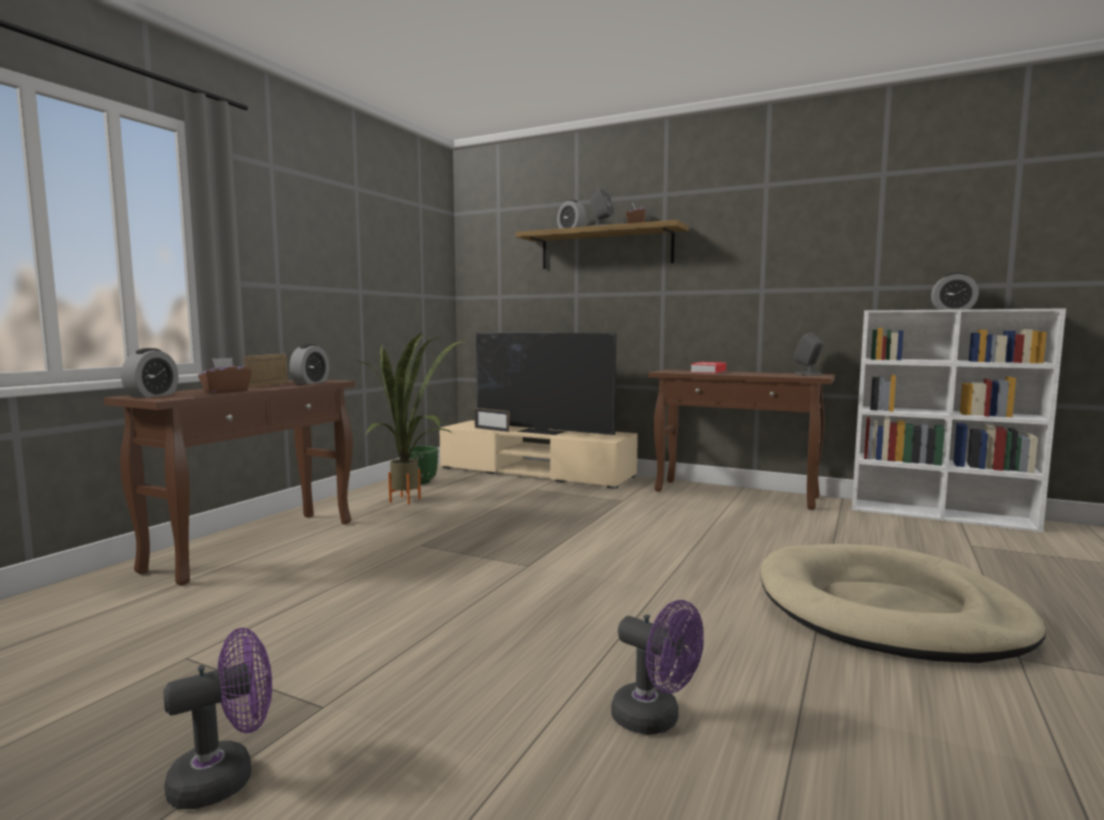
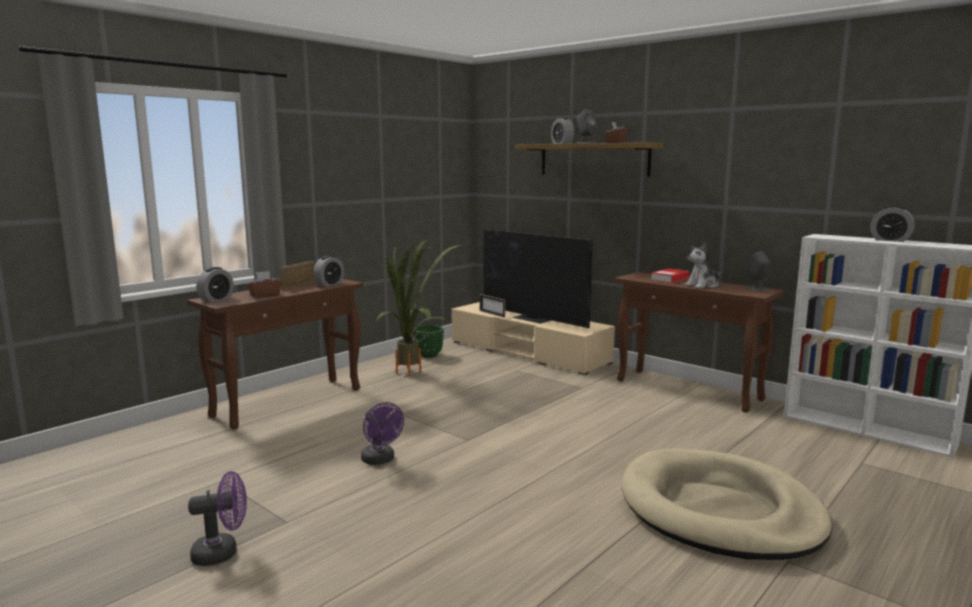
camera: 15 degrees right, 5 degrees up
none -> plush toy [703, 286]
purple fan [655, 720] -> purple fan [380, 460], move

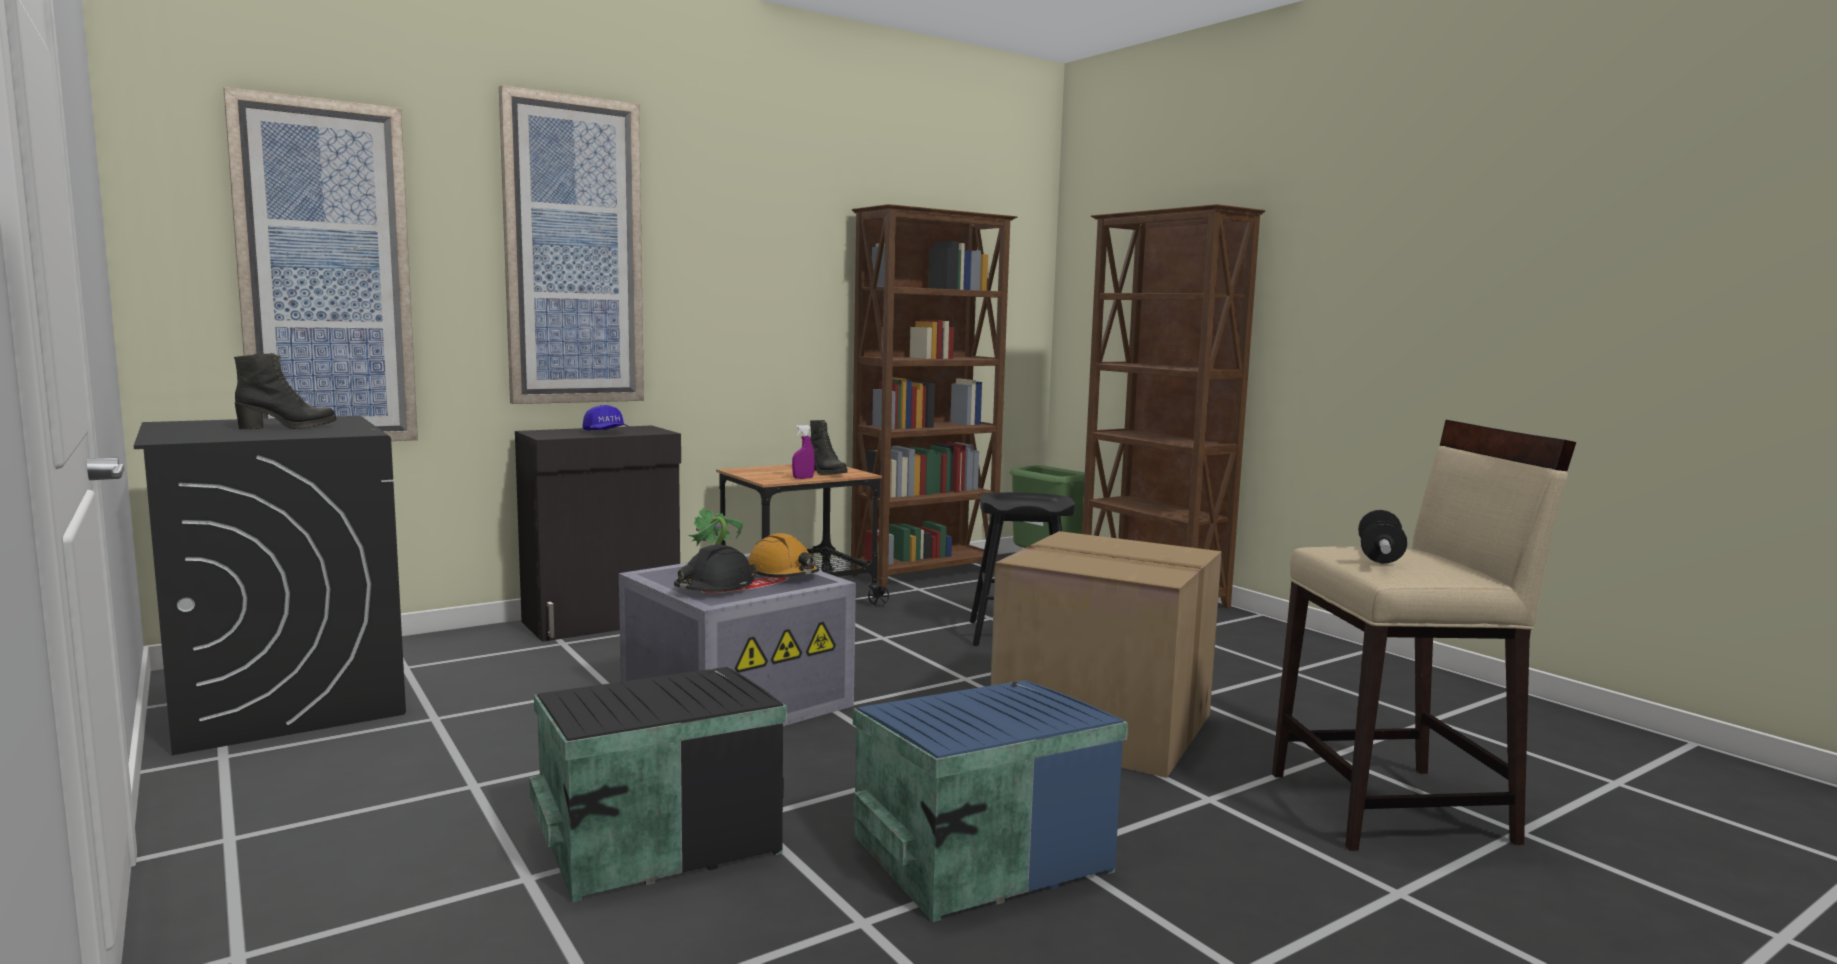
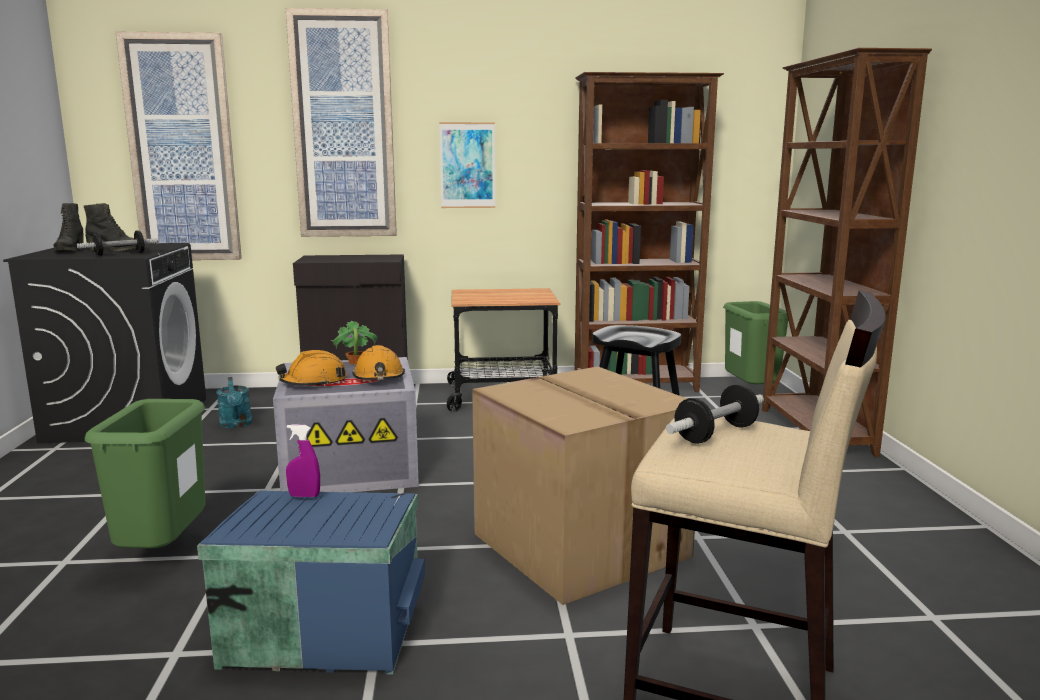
camera: 30 degrees right, 5 degrees up
blue cap [606, 432] -> none
none -> dumbbell [120, 254]
none -> turquoise watering can [236, 425]
none -> picture [467, 165]
purple spray bottle [803, 478] -> purple spray bottle [304, 496], move
black boot [825, 473] -> black boot [69, 251], move
black storage box [655, 835] -> green trash can [163, 553]
black hard hat [714, 589] -> orange hard hat [314, 382]

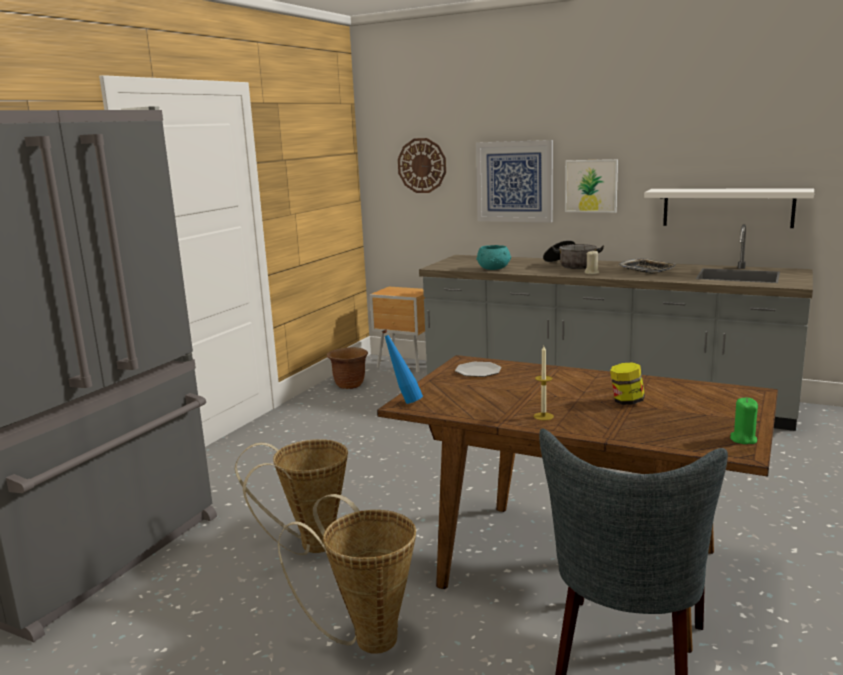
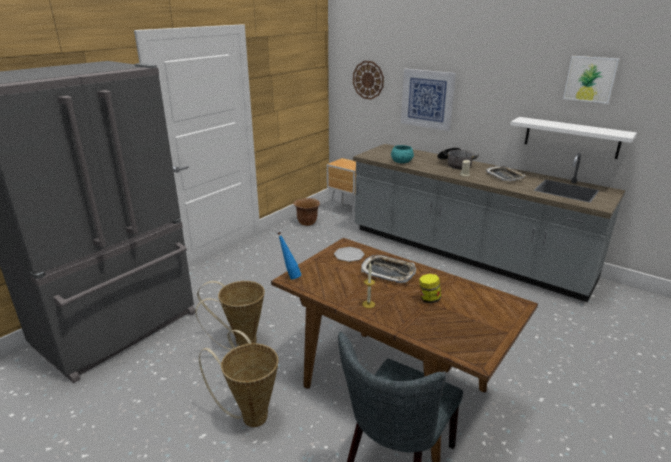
camera: 10 degrees right, 10 degrees up
green candle [743, 439] -> none
none -> tray [388, 272]
picture [591, 186] -> picture [590, 79], move

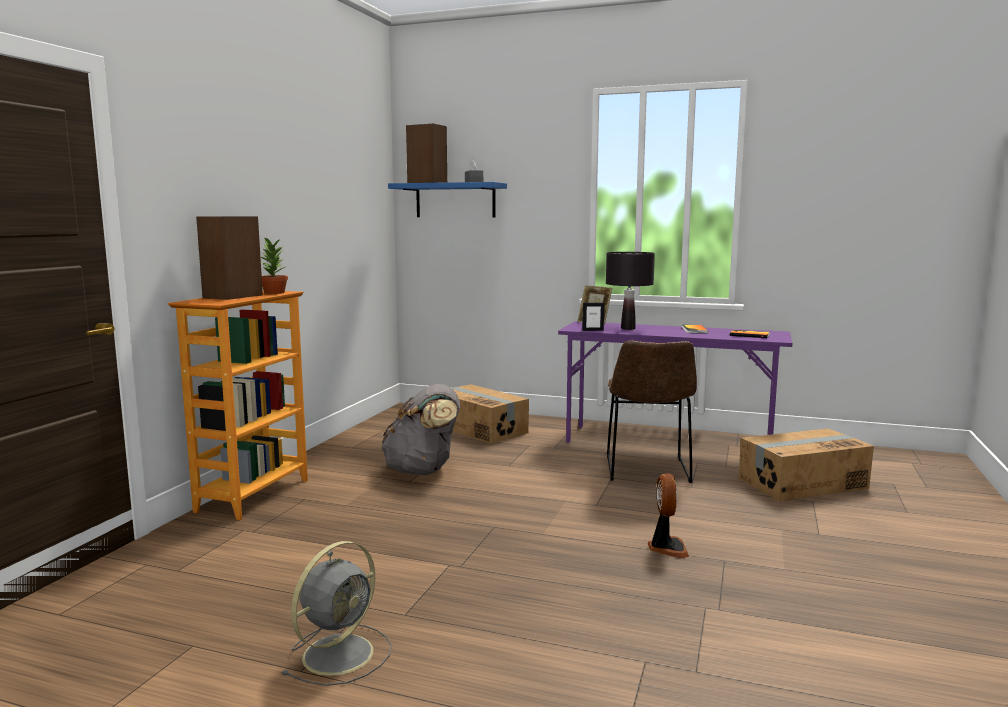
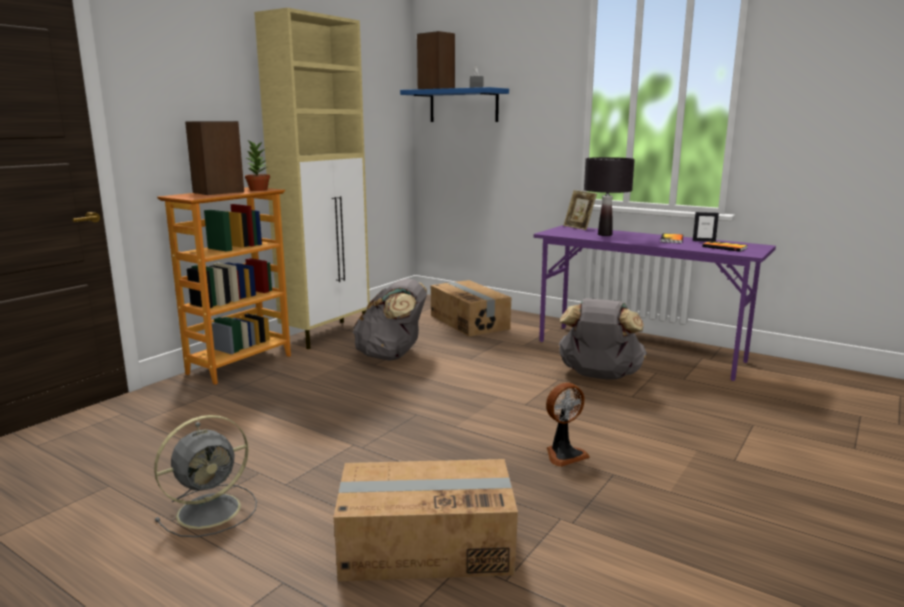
camera: 15 degrees right, 5 degrees up
none -> beige cabinet [327, 334]
picture frame [592, 330] -> picture frame [704, 241], move
cardboard box [801, 483] -> cardboard box [425, 545], move
brown chair [647, 471] -> grey backpack [599, 376]
fan [666, 548] -> fan [564, 454], 45 degrees clockwise

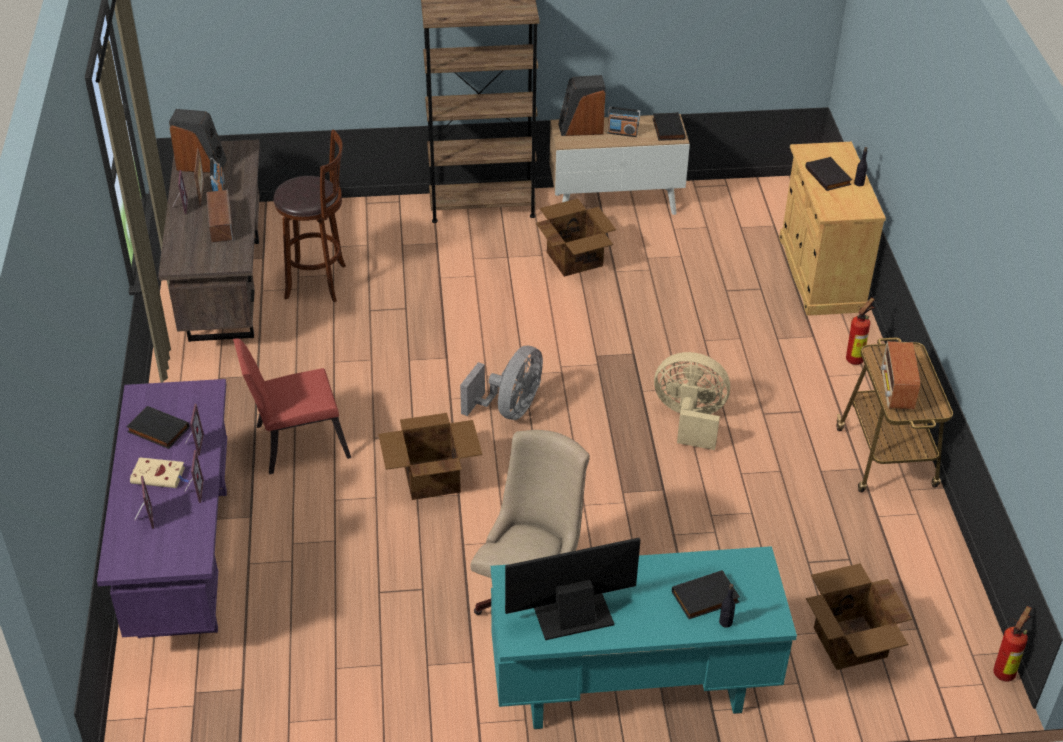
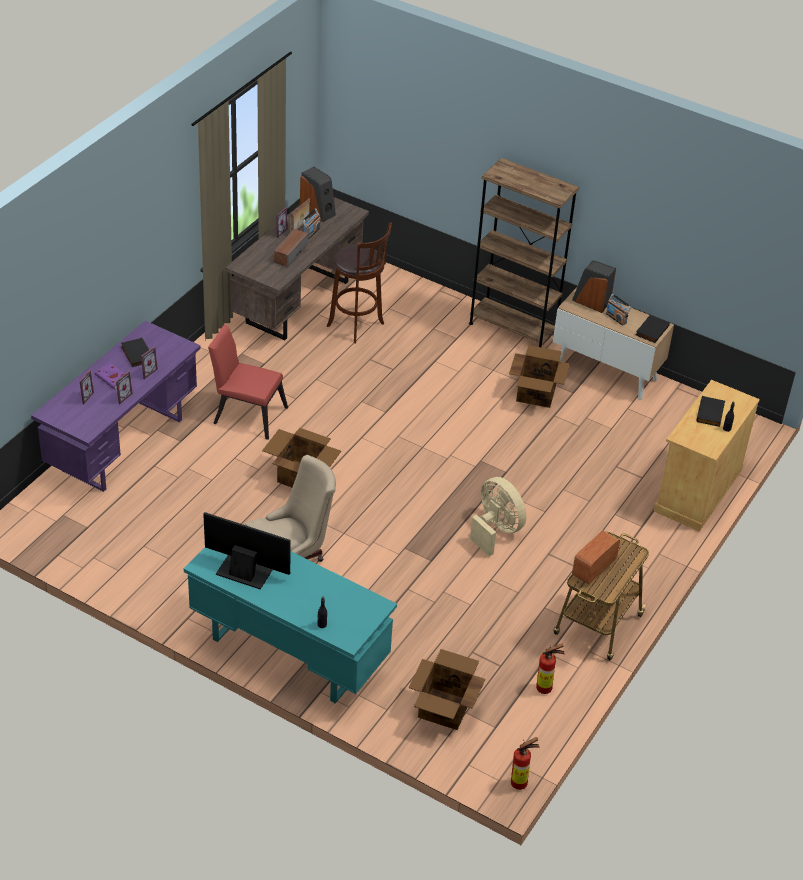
camera: 35 degrees right, 0 degrees up
grey fan [510, 409] -> none
black book [705, 598] -> none
fire extinguisher [856, 358] -> fire extinguisher [546, 688], move
beige book [160, 476] -> purple book [113, 379]

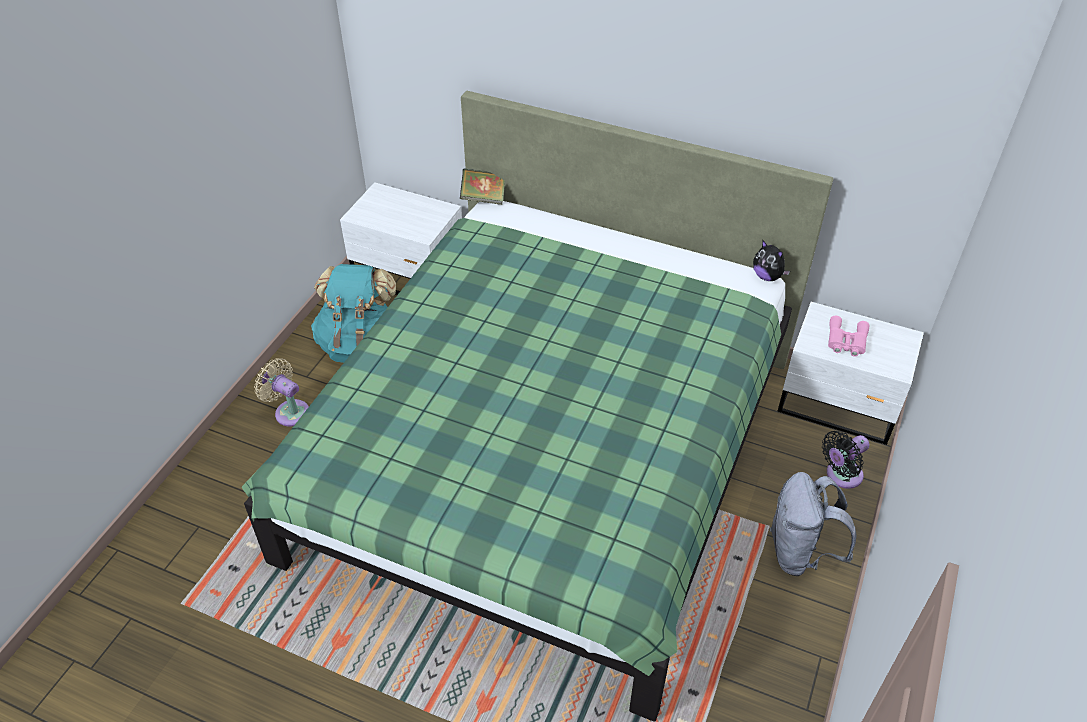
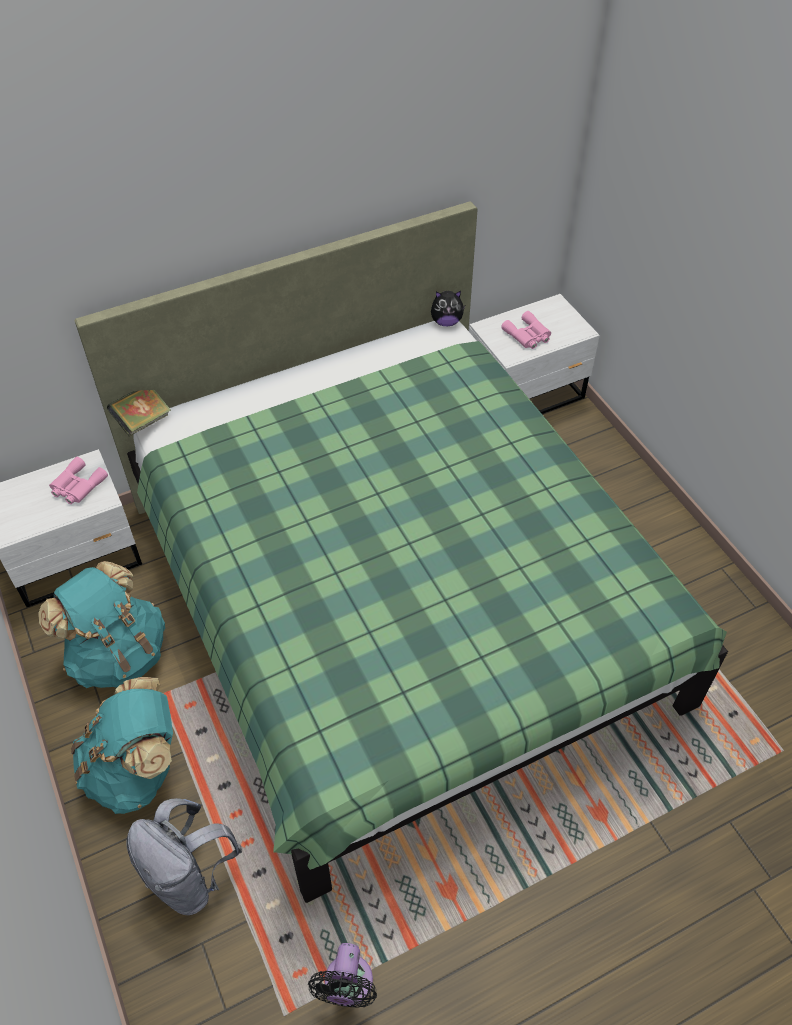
camera: 50 degrees left, 5 degrees up
none -> pink binoculars [77, 486]
grey backpack [800, 553] -> grey backpack [190, 876], move
black fan [841, 475] -> black fan [347, 986], move
beige fan [289, 411] -> turquoise backpack [137, 769]

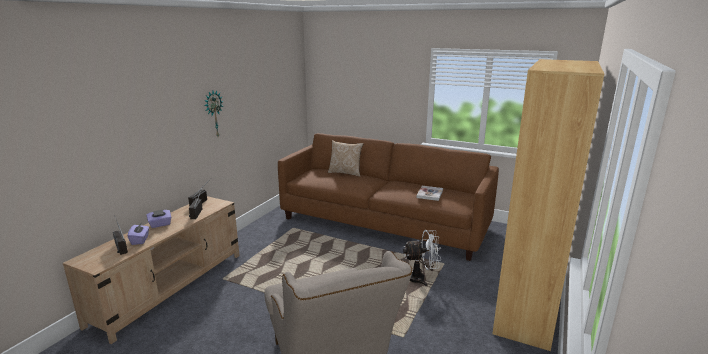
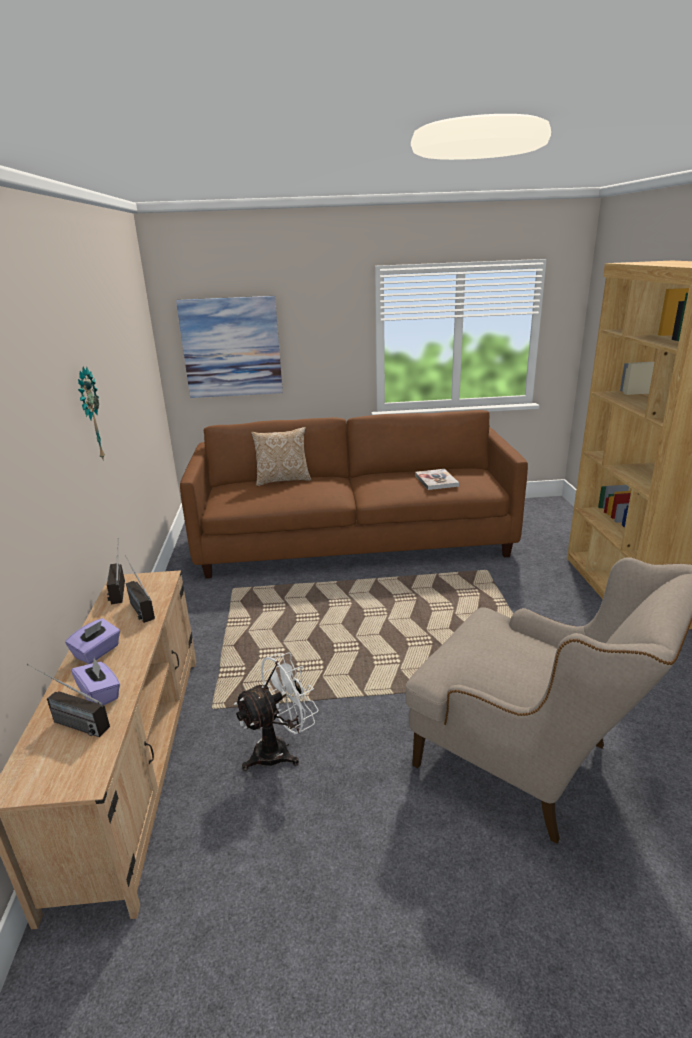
camera: 30 degrees left, 5 degrees up
none -> picture [231, 347]
white fan [421, 279] -> white fan [280, 749], move

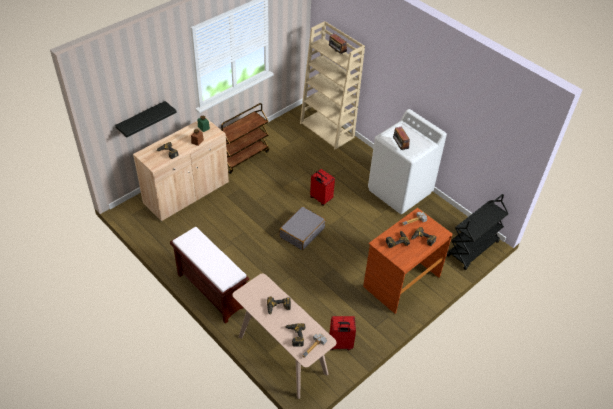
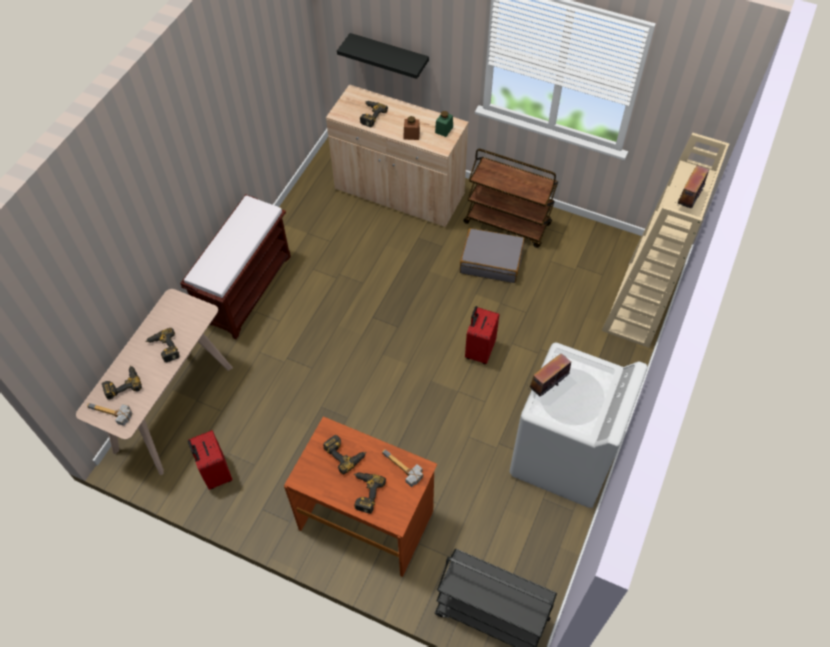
camera: 70 degrees right, 10 degrees up
grey suitcase [301, 232] -> grey suitcase [491, 261], move

